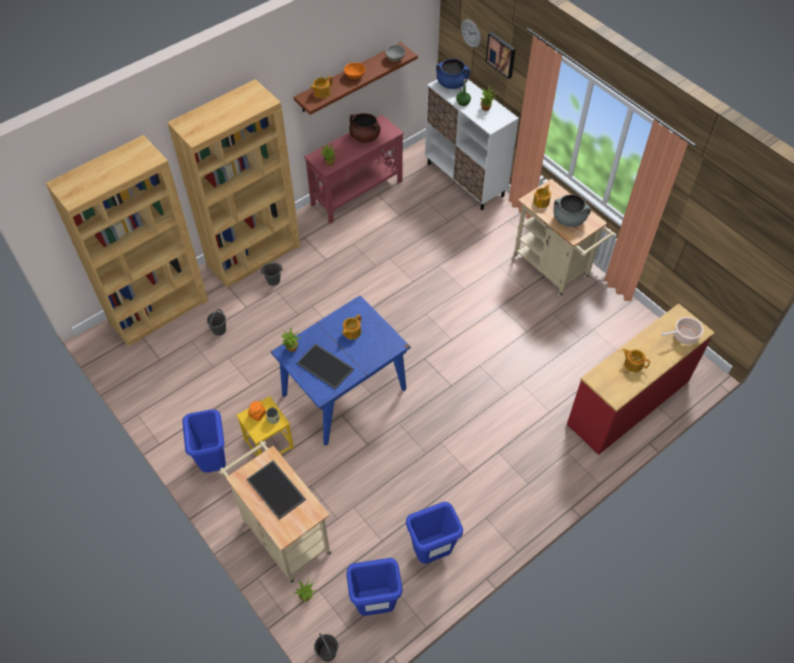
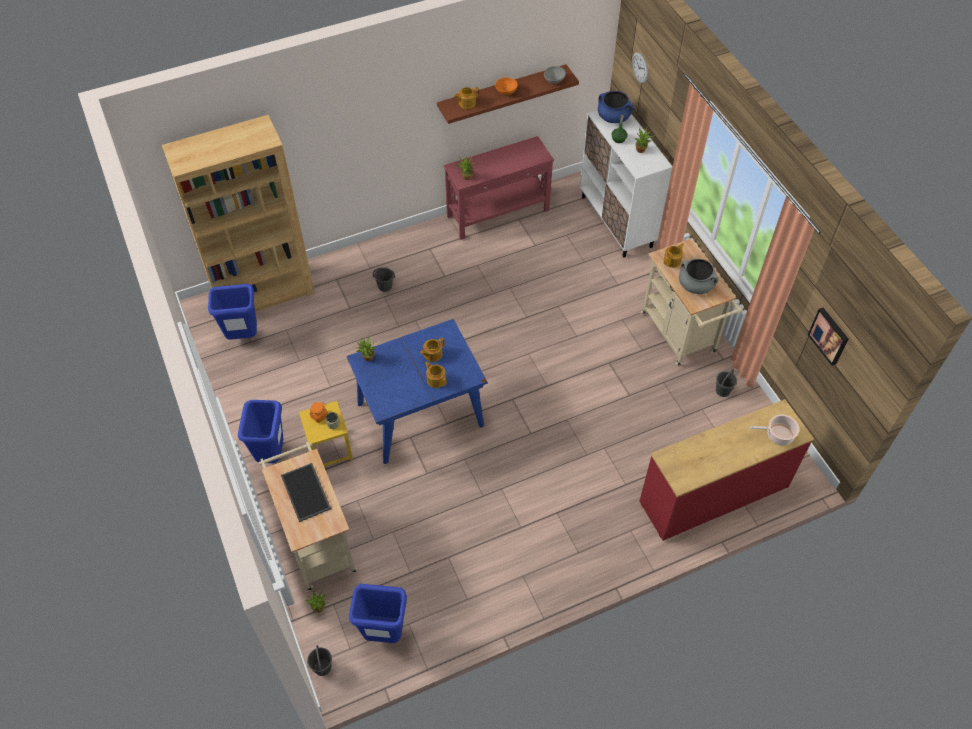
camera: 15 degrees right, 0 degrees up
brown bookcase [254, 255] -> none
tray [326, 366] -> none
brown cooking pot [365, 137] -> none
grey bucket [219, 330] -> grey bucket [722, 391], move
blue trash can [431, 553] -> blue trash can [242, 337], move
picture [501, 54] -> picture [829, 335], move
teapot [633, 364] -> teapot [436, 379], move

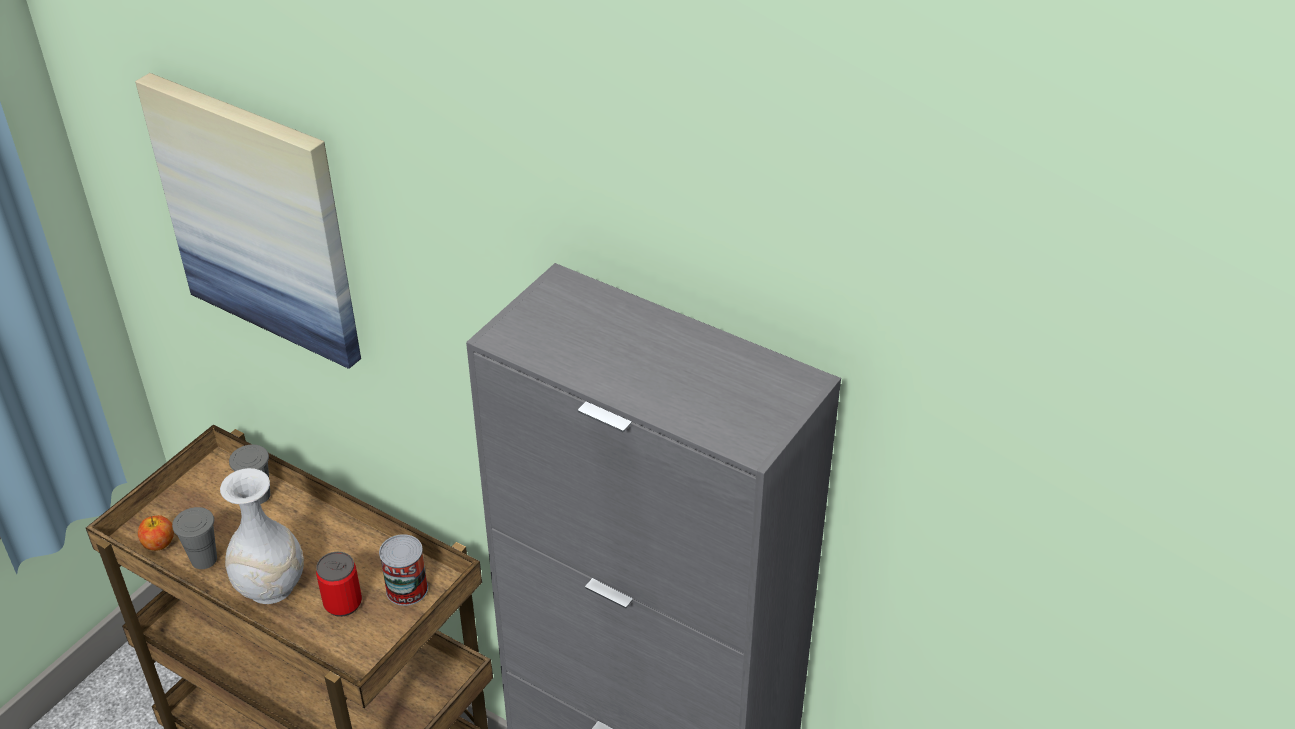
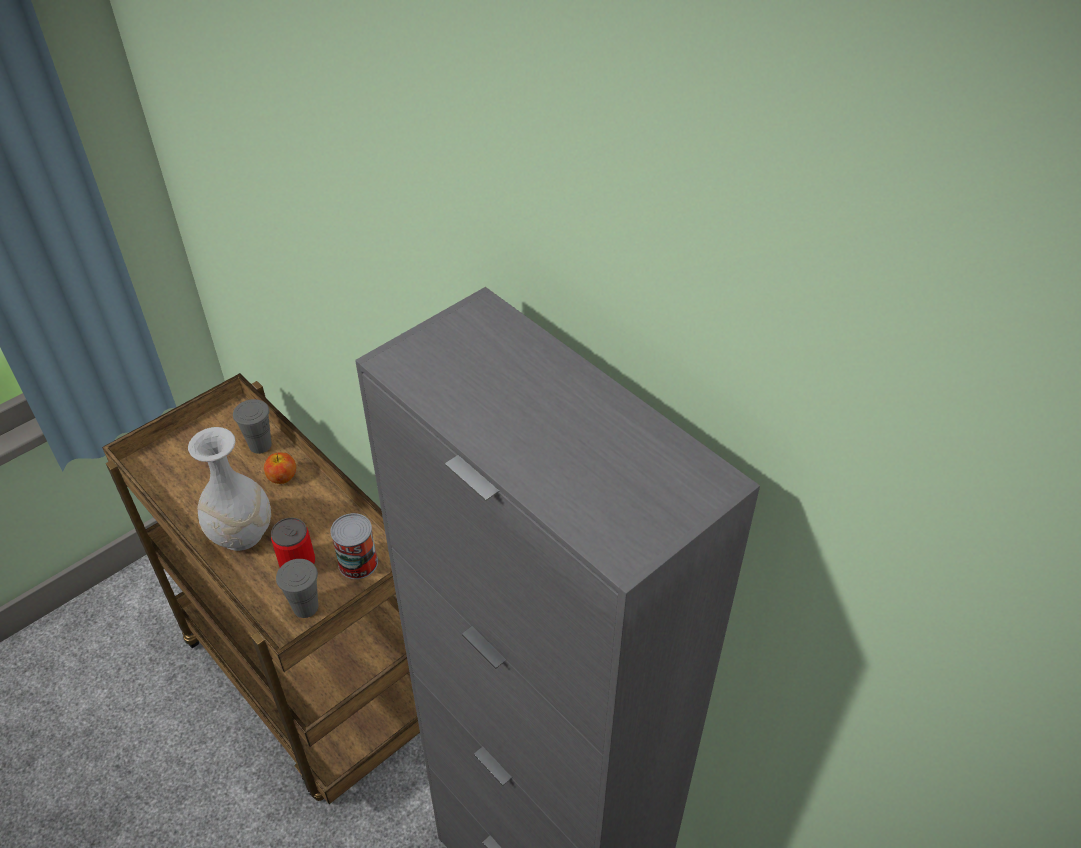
camera: 15 degrees right, 5 degrees up
picture [258, 219] -> none
apple [159, 543] -> apple [282, 477], move
grey cup [204, 559] -> grey cup [305, 607], move

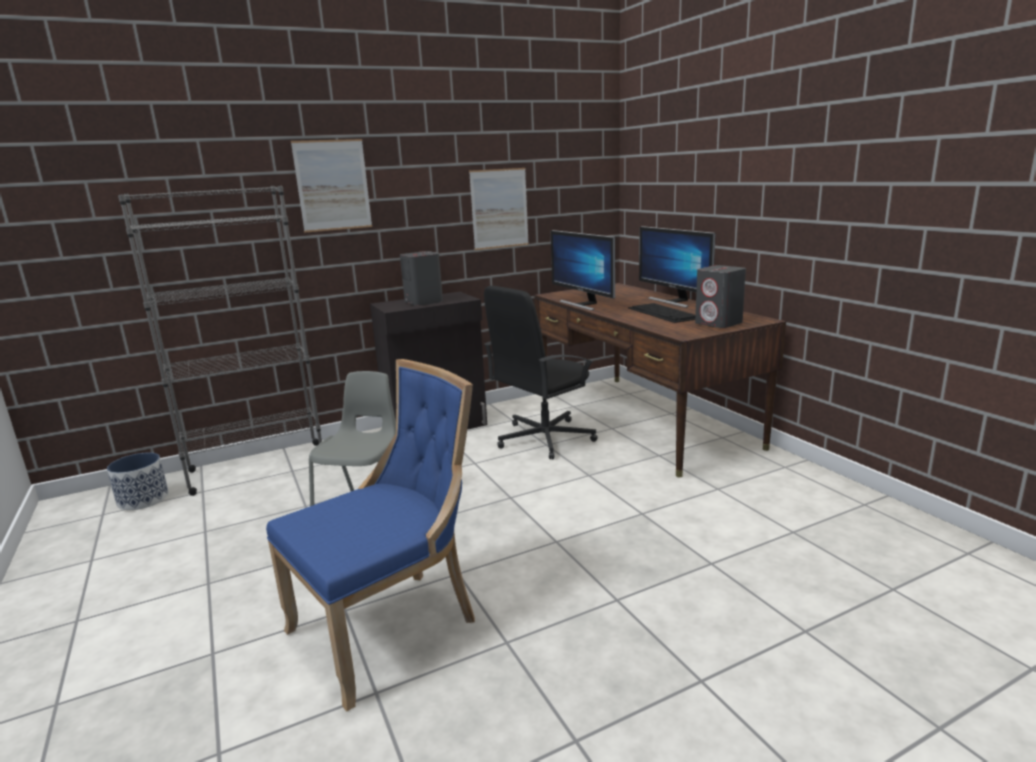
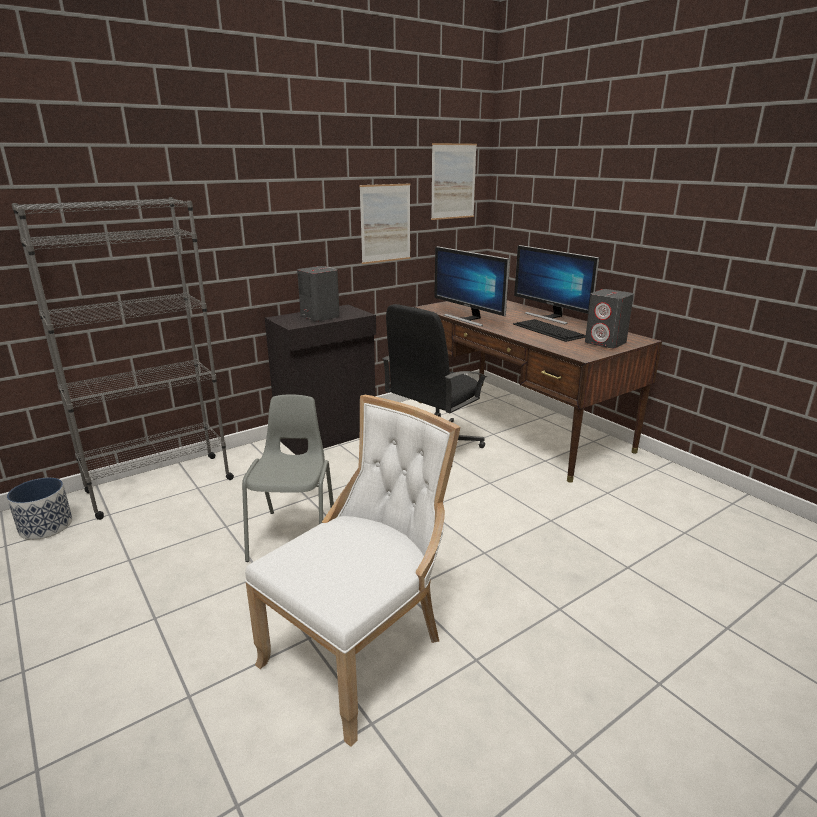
camera: 10 degrees left, 5 degrees up
picture [333, 185] -> picture [453, 181], move
blue chair [391, 626] -> white chair [361, 652]

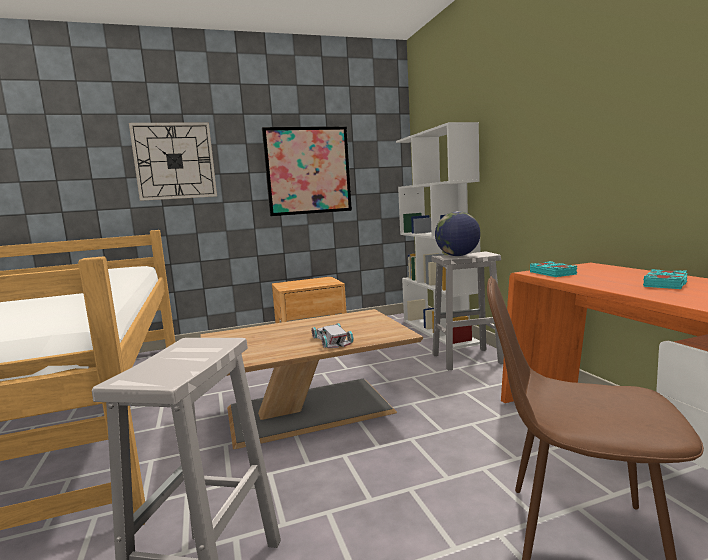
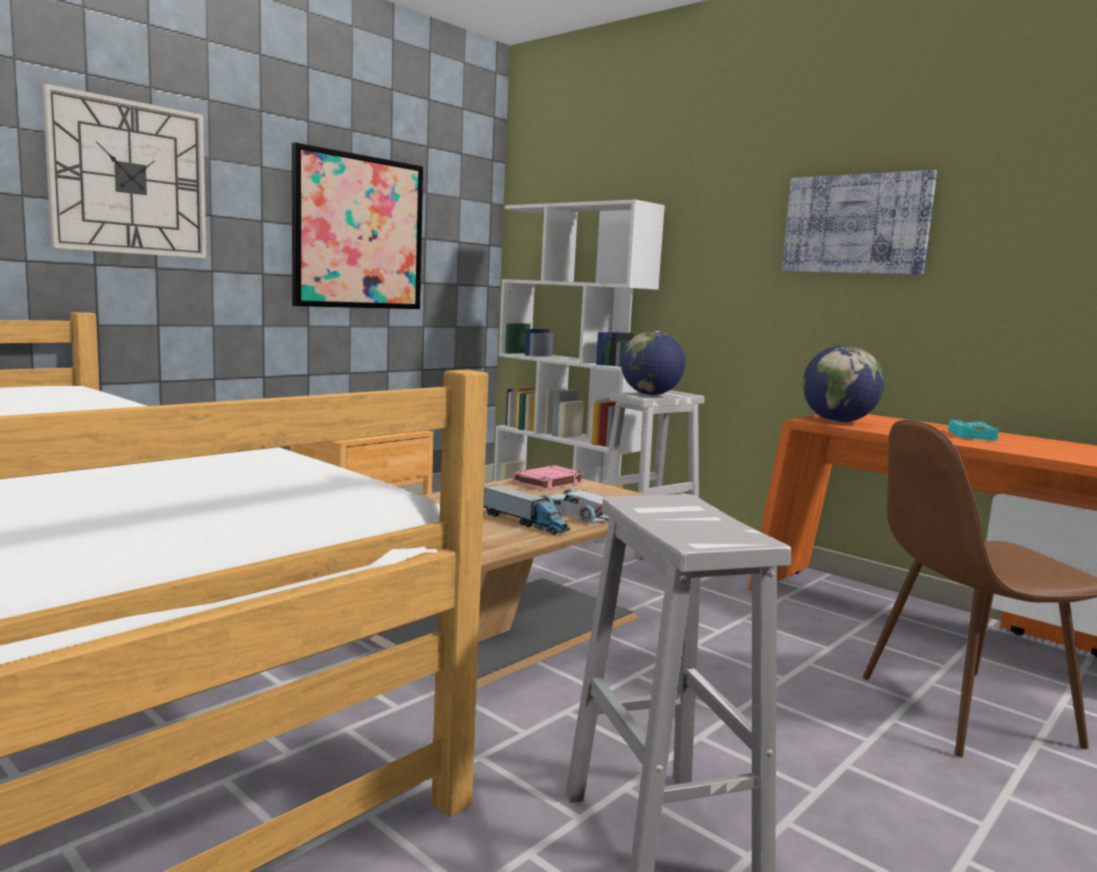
camera: 30 degrees left, 0 degrees up
none -> toy truck [525, 522]
none -> pink book [547, 483]
none -> picture [856, 224]
turquoise book [553, 273] -> globe [838, 421]

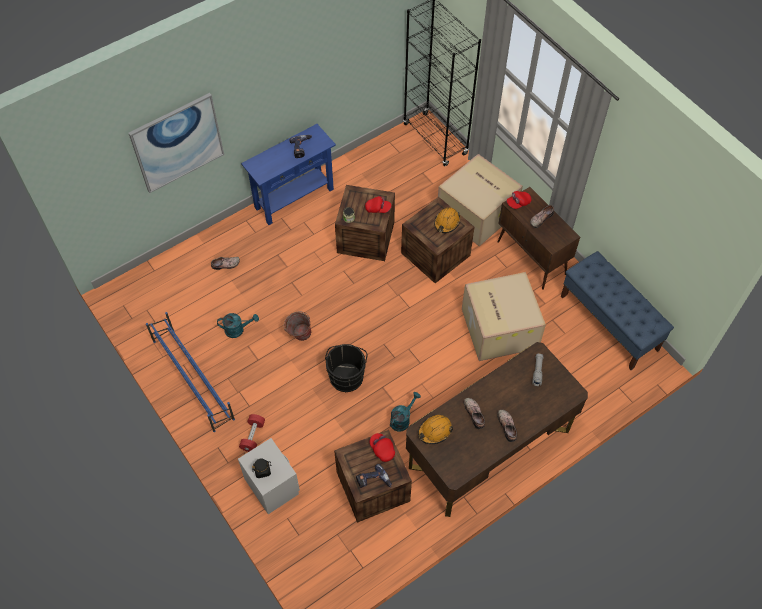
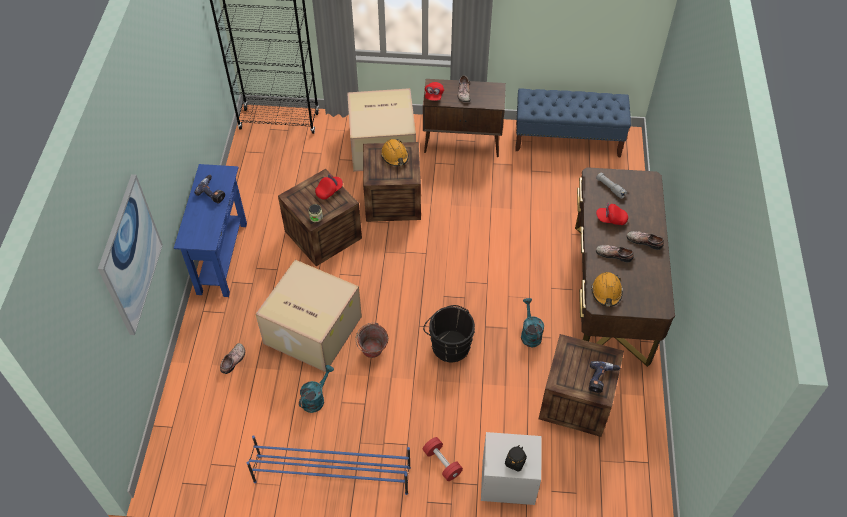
camera: 50 degrees left, 5 degrees down
red cap [382, 449] -> red cap [611, 219], move
cardboard box [498, 327] -> cardboard box [311, 330], move

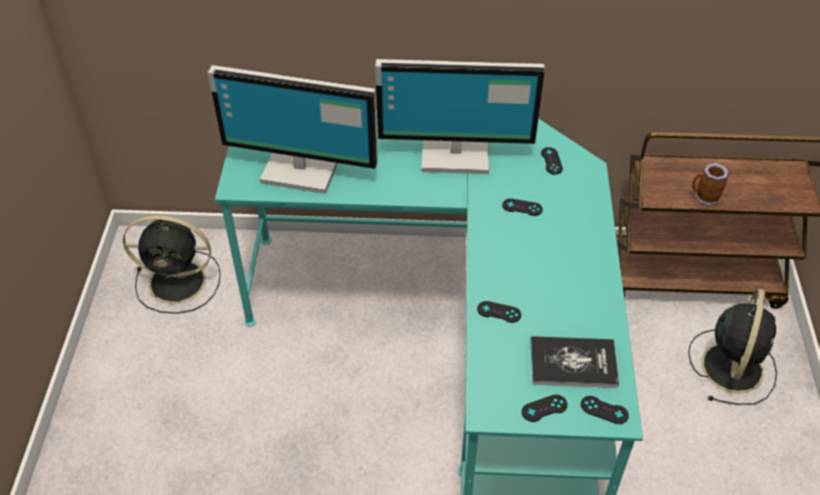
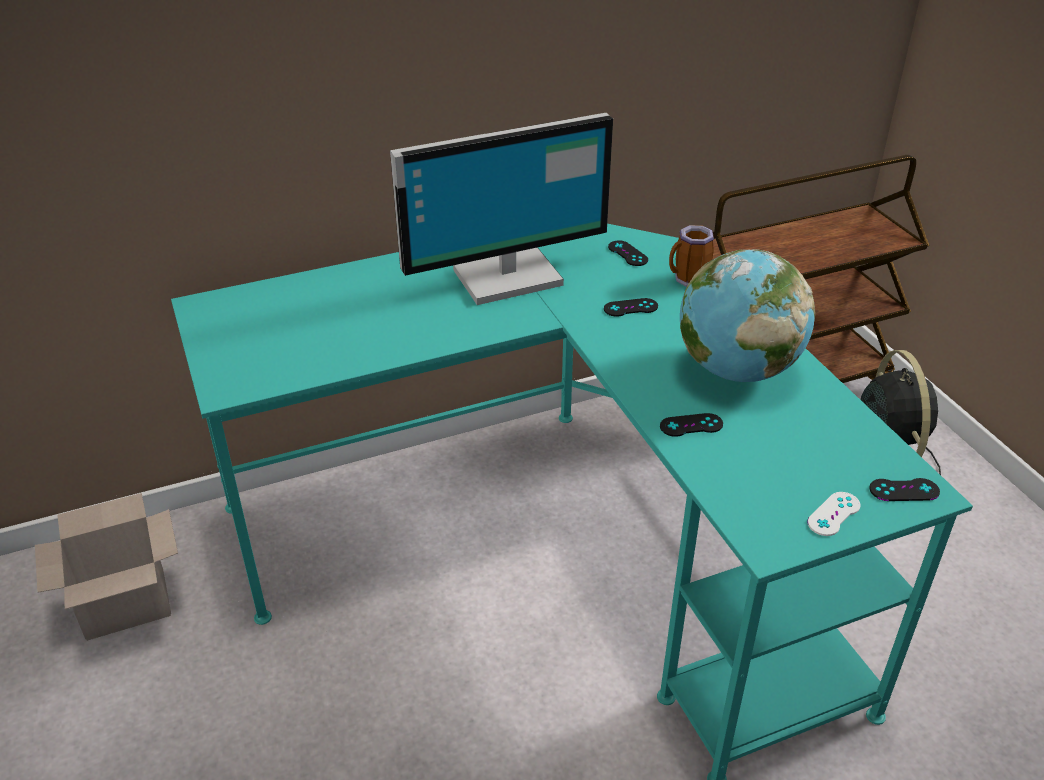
camera: 25 degrees left, 10 degrees down
monitor [301, 168] -> none
book [573, 363] -> none
none -> globe [736, 369]
mug [705, 198] -> mug [688, 280], move
black fan [180, 282] -> cardboard box [128, 601]
black game controller [544, 408] -> white game controller [834, 514]

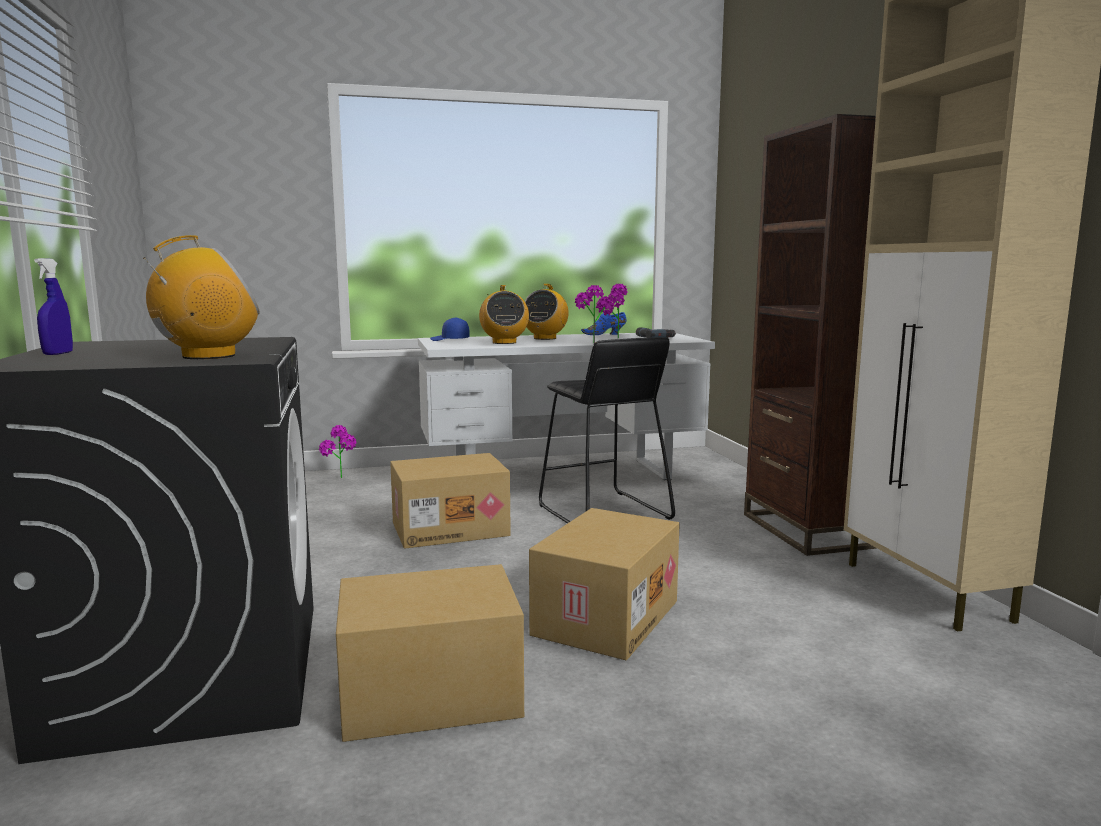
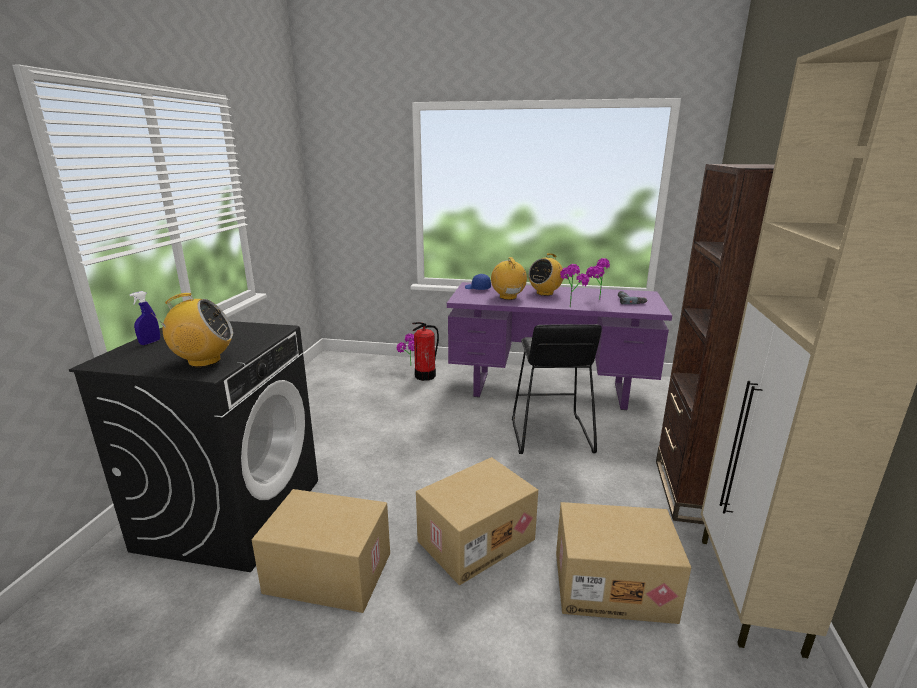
camera: 25 degrees right, 10 degrees up
blue shoe [605, 334] -> none
none -> fire extinguisher [425, 376]
cardboard box [450, 528] -> cardboard box [613, 584], move
white desk [562, 475] -> purple desk [549, 390]
radio [504, 342] -> radio [508, 297], 150 degrees clockwise

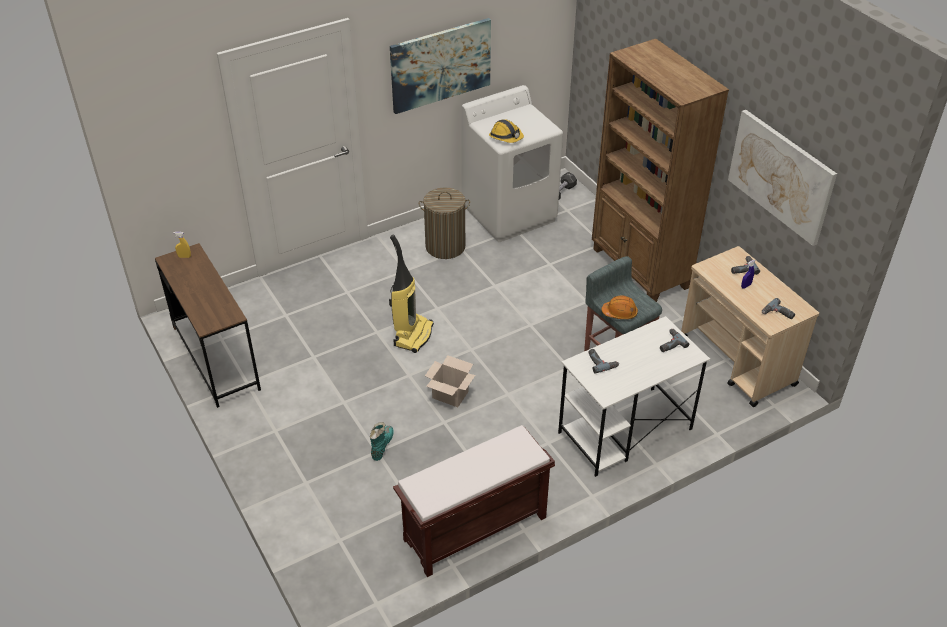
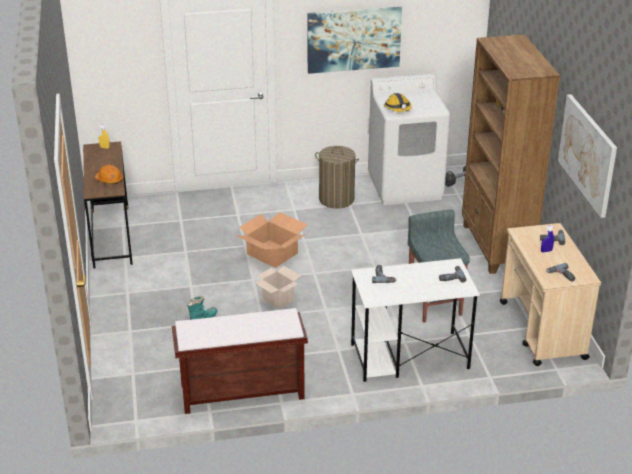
camera: 20 degrees right, 10 degrees down
orange hard hat [619, 313] -> orange hard hat [109, 180], move
vacuum cleaner [412, 335] -> cardboard box [272, 253]

